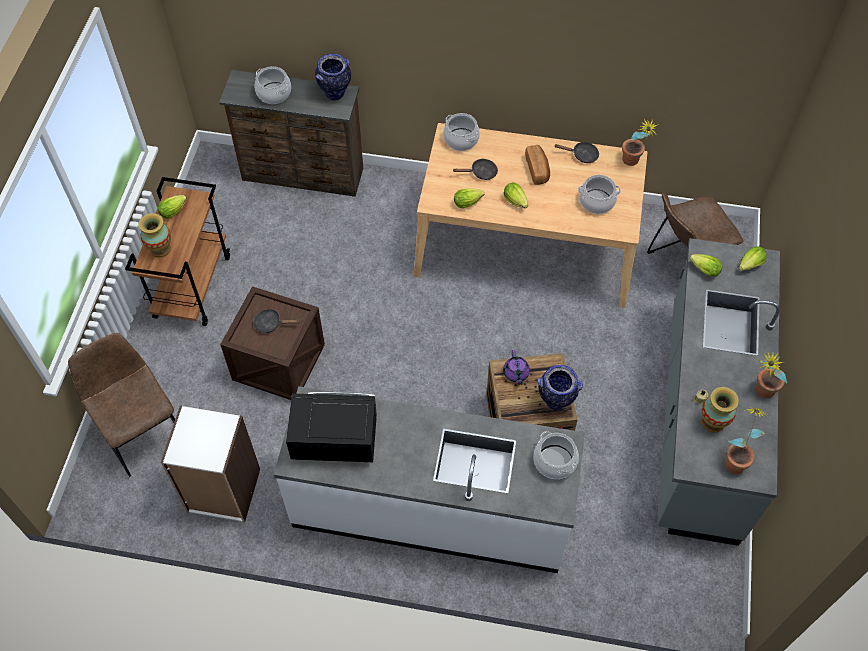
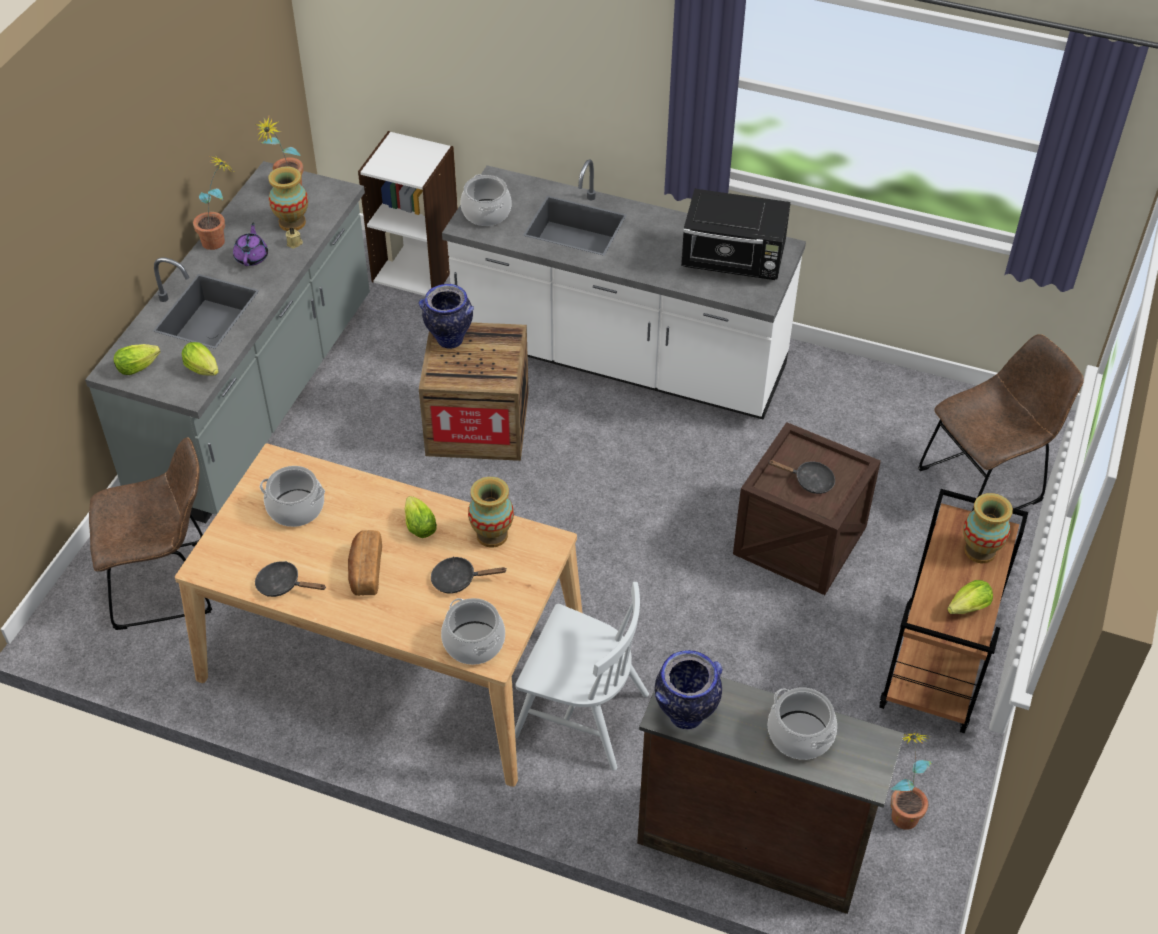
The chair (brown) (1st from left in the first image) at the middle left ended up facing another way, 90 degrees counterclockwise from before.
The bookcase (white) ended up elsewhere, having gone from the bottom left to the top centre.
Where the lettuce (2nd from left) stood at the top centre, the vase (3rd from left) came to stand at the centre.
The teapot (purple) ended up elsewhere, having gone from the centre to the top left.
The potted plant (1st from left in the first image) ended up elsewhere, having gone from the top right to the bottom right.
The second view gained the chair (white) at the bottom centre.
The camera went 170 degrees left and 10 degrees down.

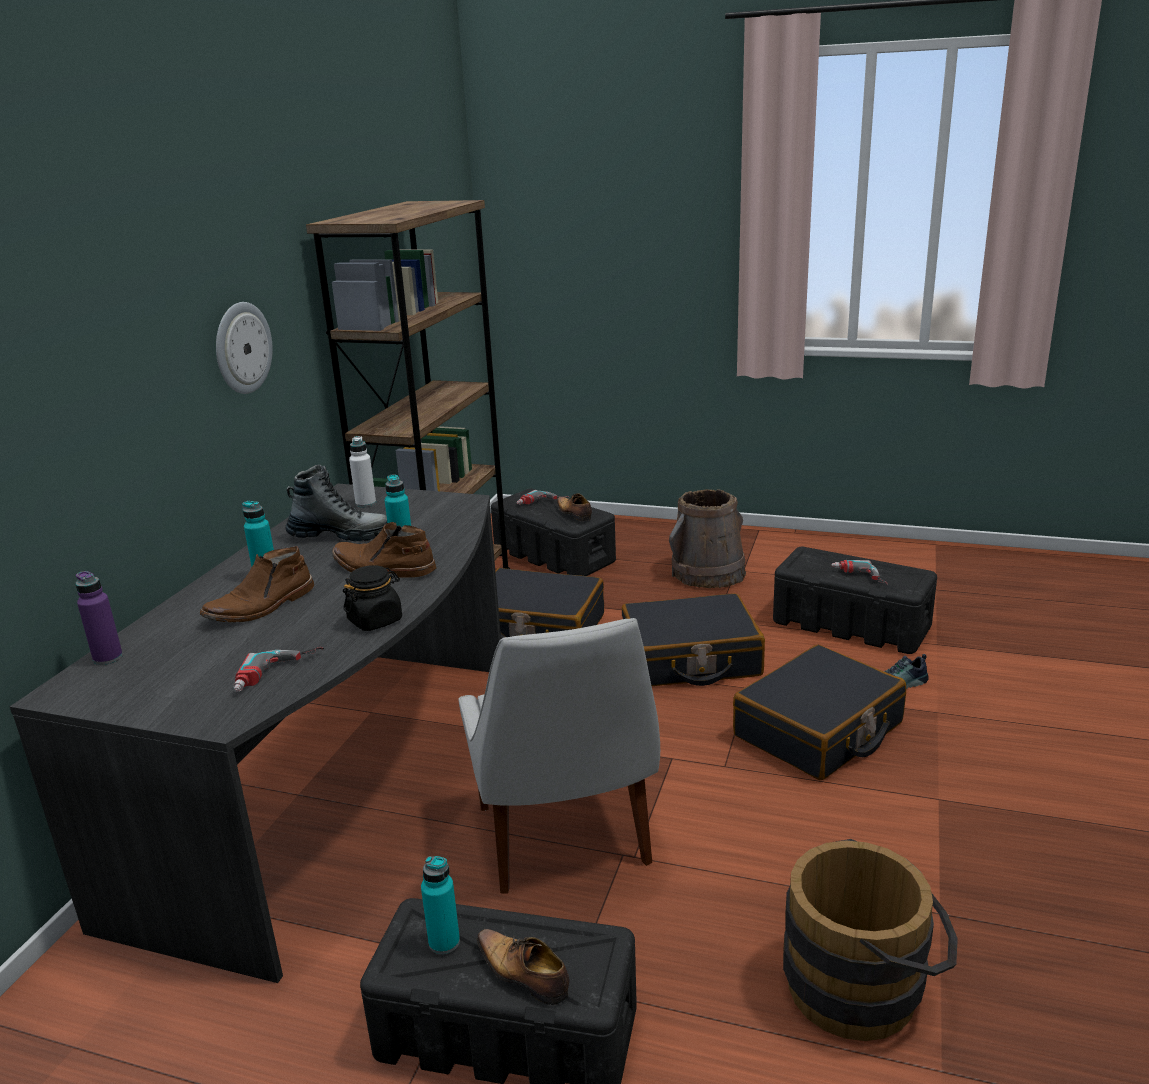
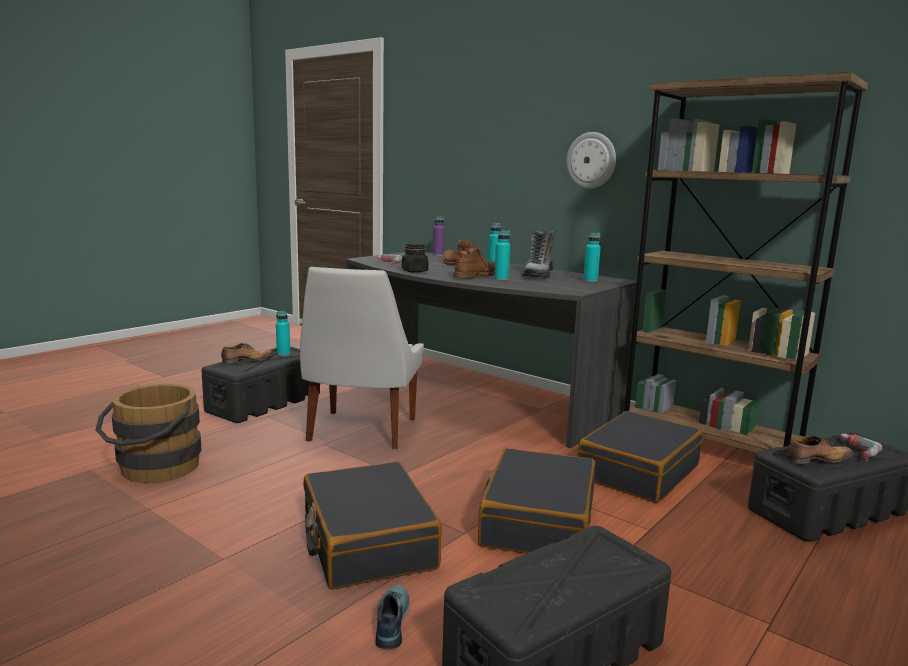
What was the bottle (white) at the middle left turned into the bottle (turquoise) (4th from left) at the centre.
The chair (white) at the bottom centre ended up facing another way, 90 degrees counterclockwise from before.
The second view lost the bucket (brown) (1st from left) at the centre.
The second view lost the power drill (3rd from left) at the middle right.
The camera went 110 degrees right and 10 degrees down.

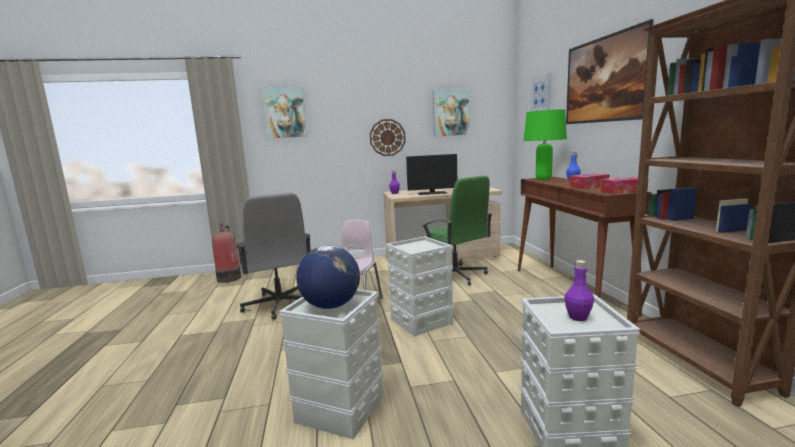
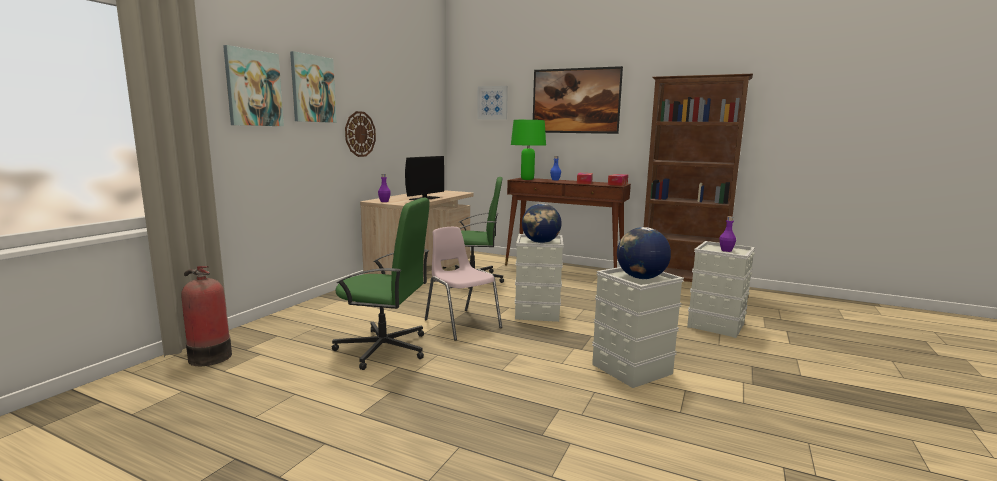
What was the office chair (grey) at the centre turned into the office chair (green) (1st from left) at the centre.
The picture (2nd from left) ended up elsewhere, having gone from the top centre to the top left.
The second view gained the globe (1st from left) at the centre.
The camera went 55 degrees left and 0 degrees up.

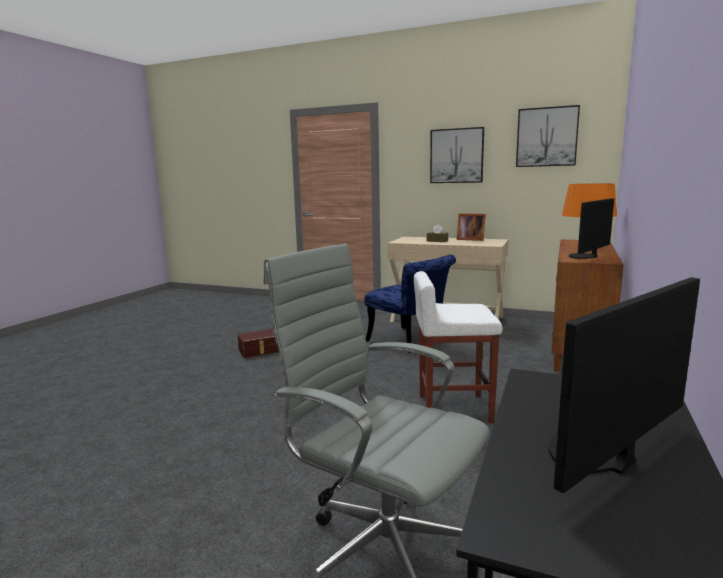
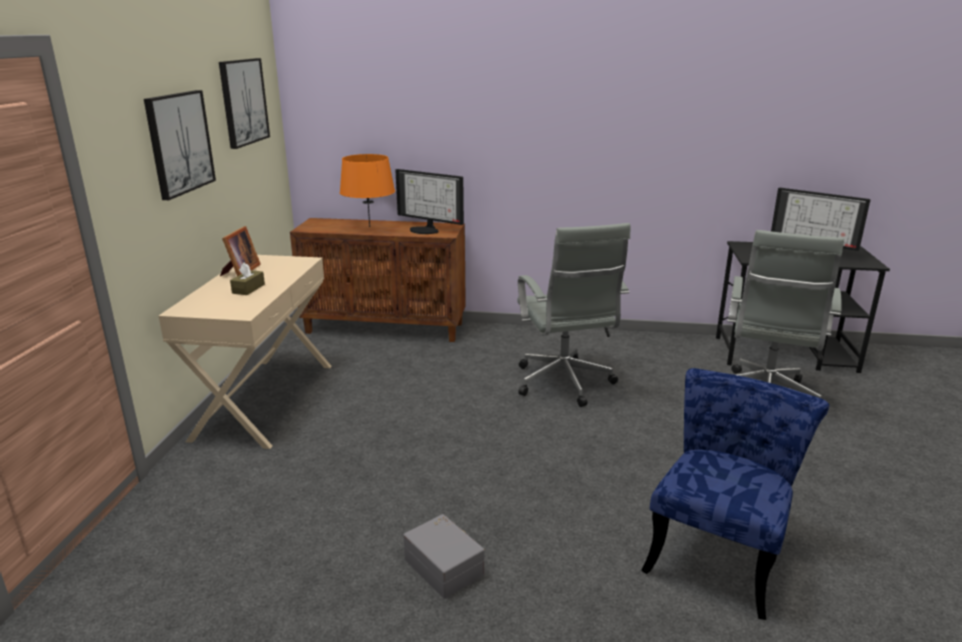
What was the storage box (brown) at the centre turned into the storage box (grey) at the bottom centre.
The chair (blue) ended up elsewhere, having gone from the centre to the bottom right.
Where the stool (white) stood at the centre, the office chair (grey) (1st from left) came to stand at the centre.
The camera went 105 degrees left and 10 degrees up.

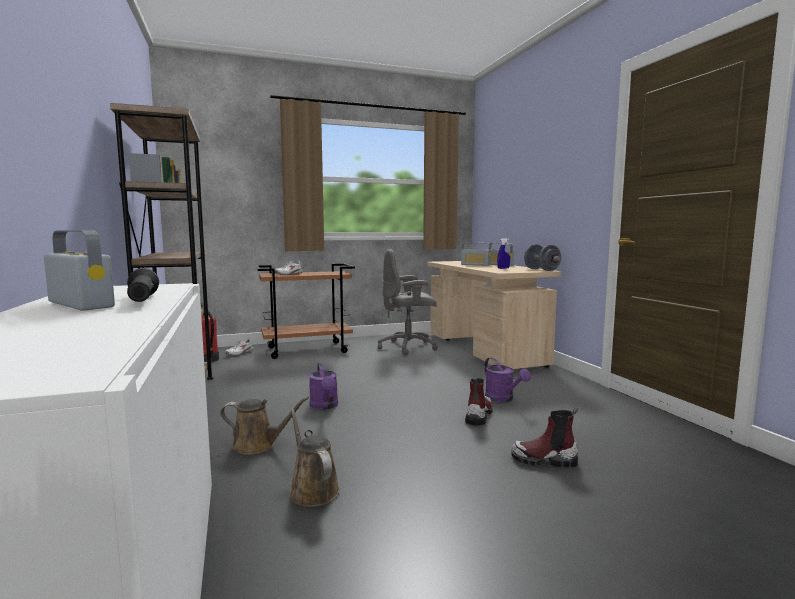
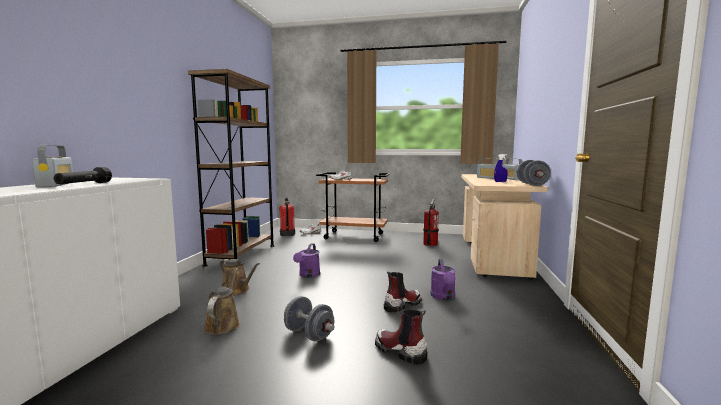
Where the office chair (grey) stood at the centre, the fire extinguisher (2nd from left) came to stand at the centre.
The second view gained the dumbbell (grey) (1st from left) at the bottom centre.
The camera went 30 degrees right and 0 degrees up.

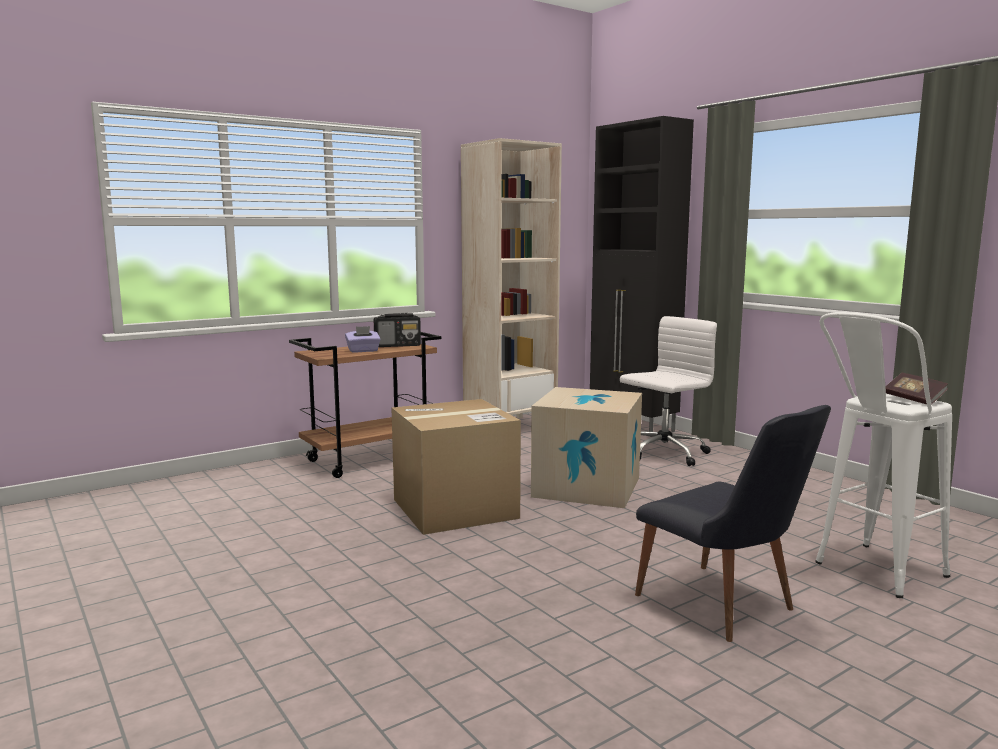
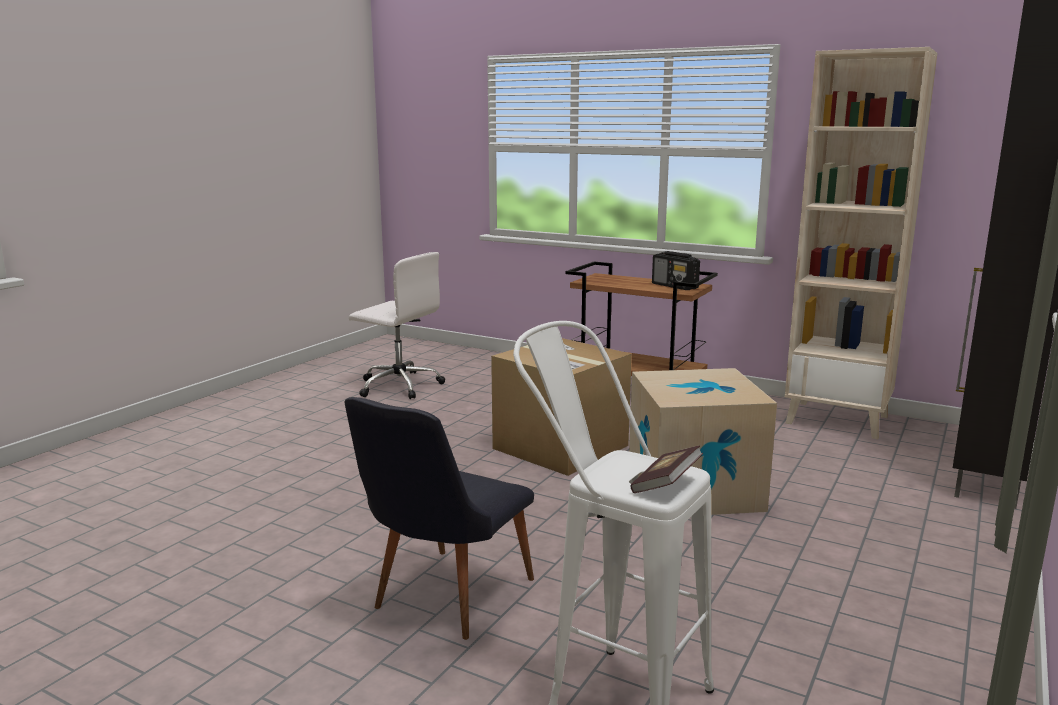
The second view lost the tissue box (purple) at the centre.
The office chair (white) ended up elsewhere, having gone from the middle right to the centre.
The camera went 65 degrees right and 5 degrees up.

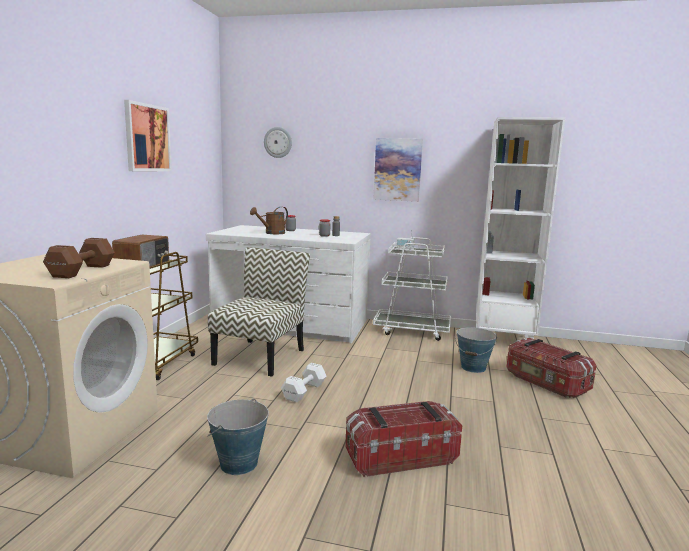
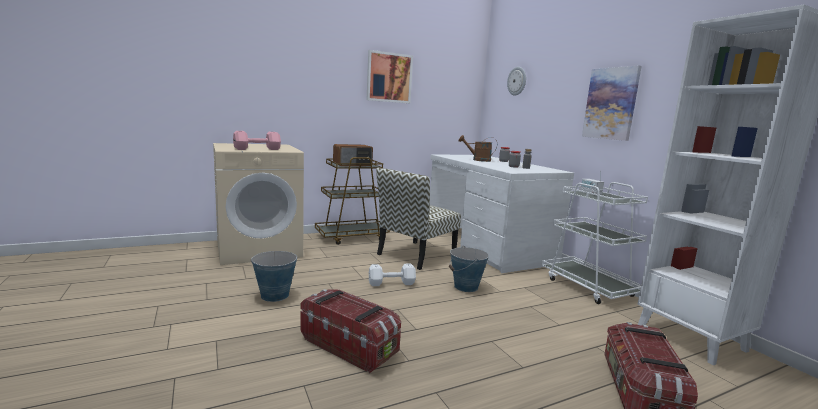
What was the dumbbell (brown) at the middle left turned into the dumbbell (pink) at the middle left.
The chair at the centre ended up facing another way, 150 degrees clockwise from before.
The bucket (2nd from left) ended up elsewhere, having gone from the middle right to the centre.
The camera went 50 degrees right and 0 degrees up.

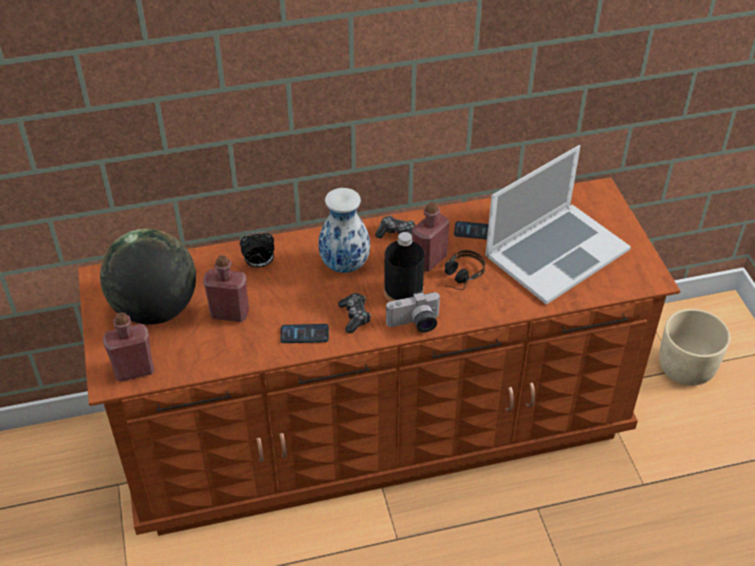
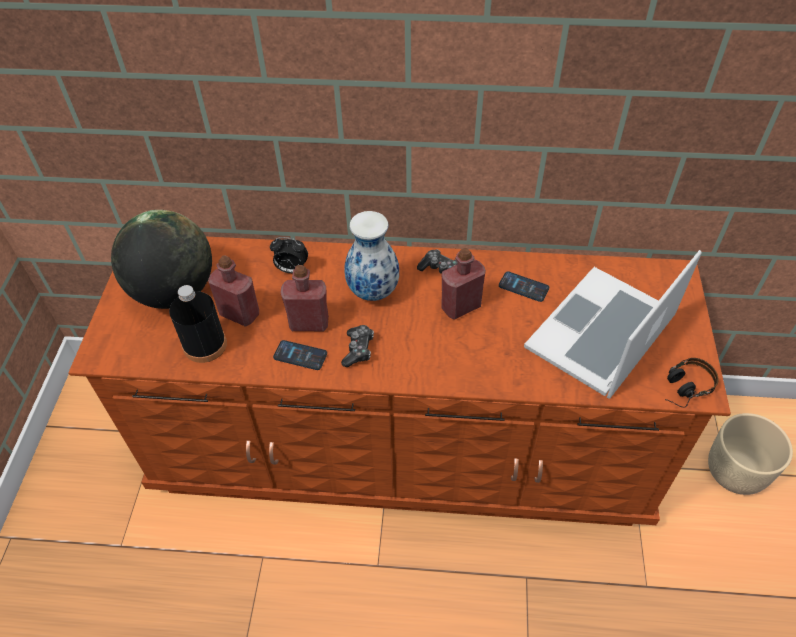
The bottle (red) (1st from left in the first image) ended up elsewhere, having gone from the middle left to the centre.
The bottle (black) ended up elsewhere, having gone from the centre to the middle left.
The second view lost the photo camera at the centre.
The headphones ended up elsewhere, having gone from the centre to the middle right.
The laptop at the middle right ended up facing another way, 150 degrees clockwise from before.
The camera went 20 degrees right and 5 degrees up.

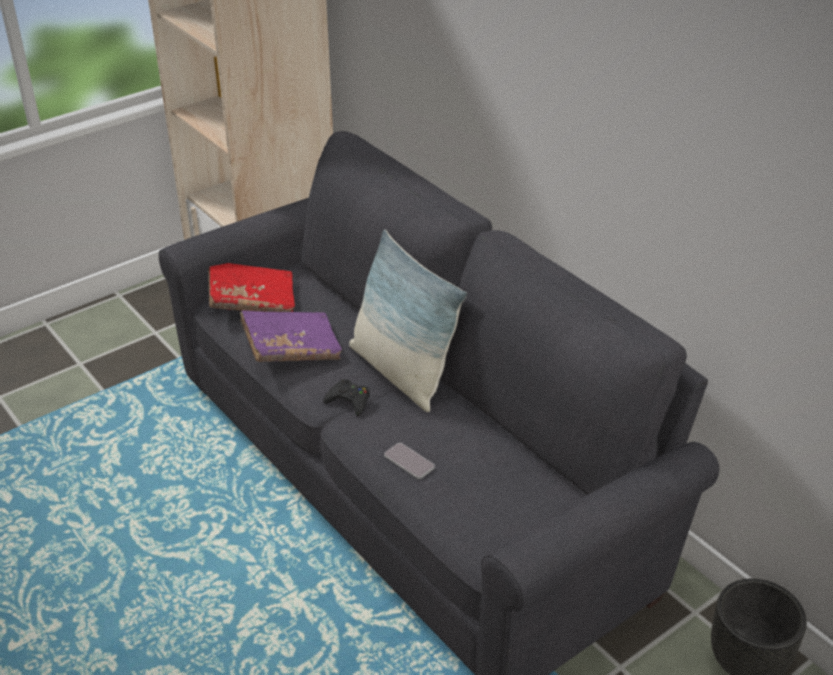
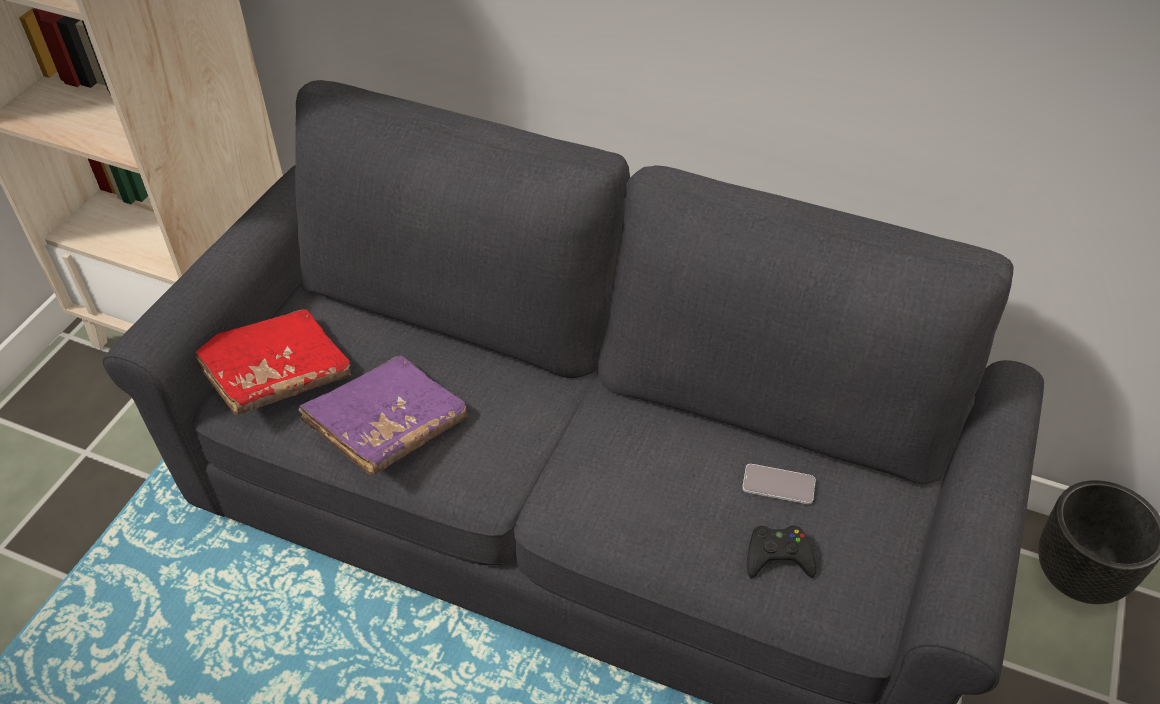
The game controller (black) ended up elsewhere, having gone from the centre to the bottom right.
The second view lost the pillow at the centre.
The phone ended up elsewhere, having gone from the bottom centre to the bottom right.
The camera went 30 degrees left and 10 degrees up.

